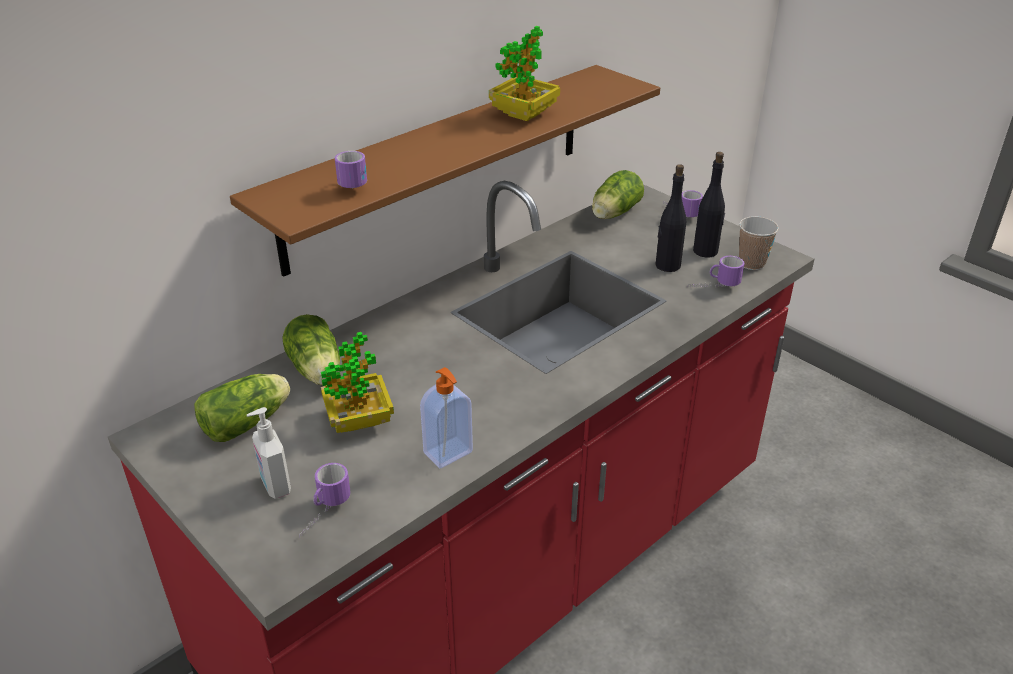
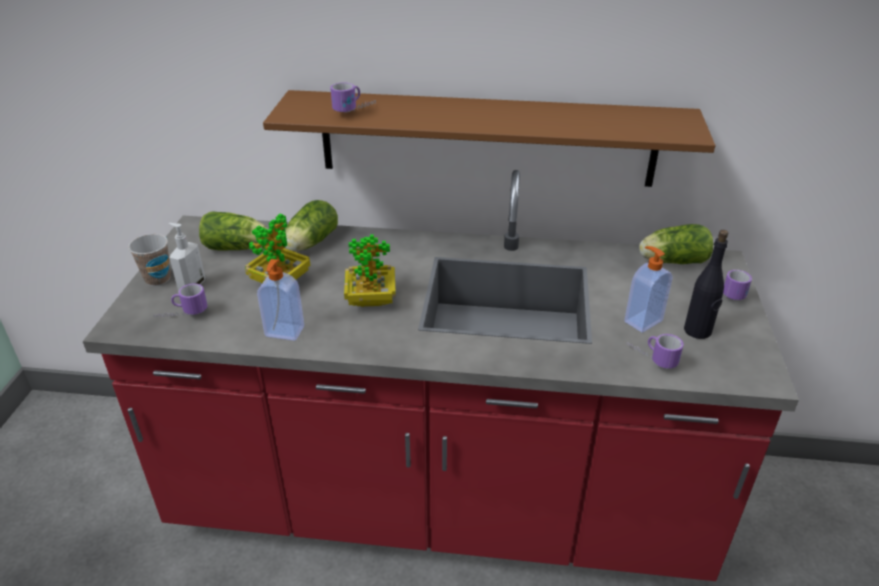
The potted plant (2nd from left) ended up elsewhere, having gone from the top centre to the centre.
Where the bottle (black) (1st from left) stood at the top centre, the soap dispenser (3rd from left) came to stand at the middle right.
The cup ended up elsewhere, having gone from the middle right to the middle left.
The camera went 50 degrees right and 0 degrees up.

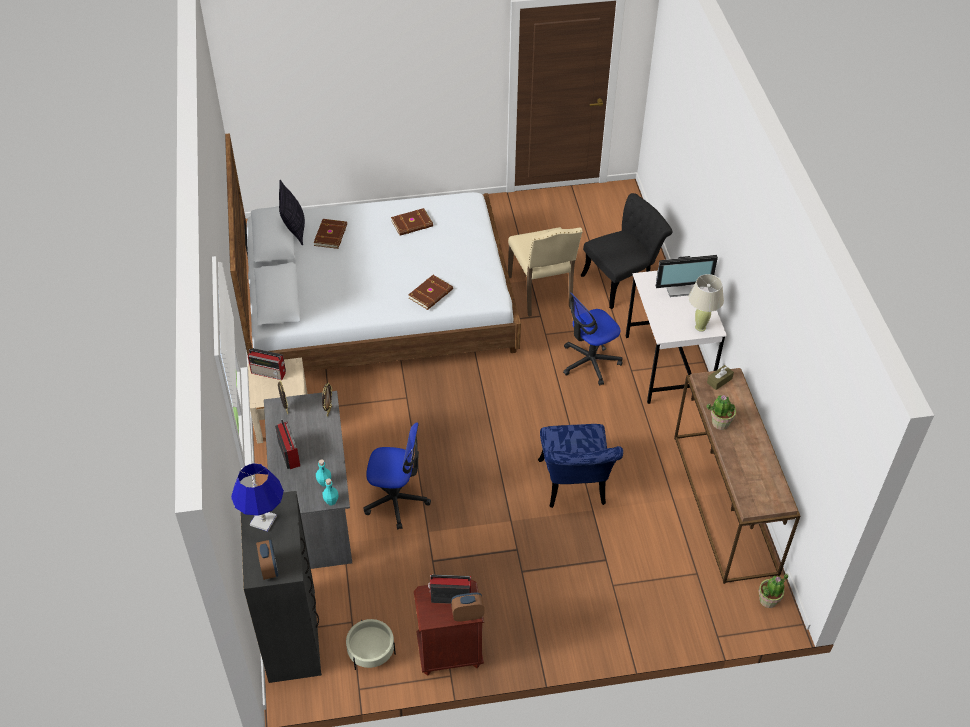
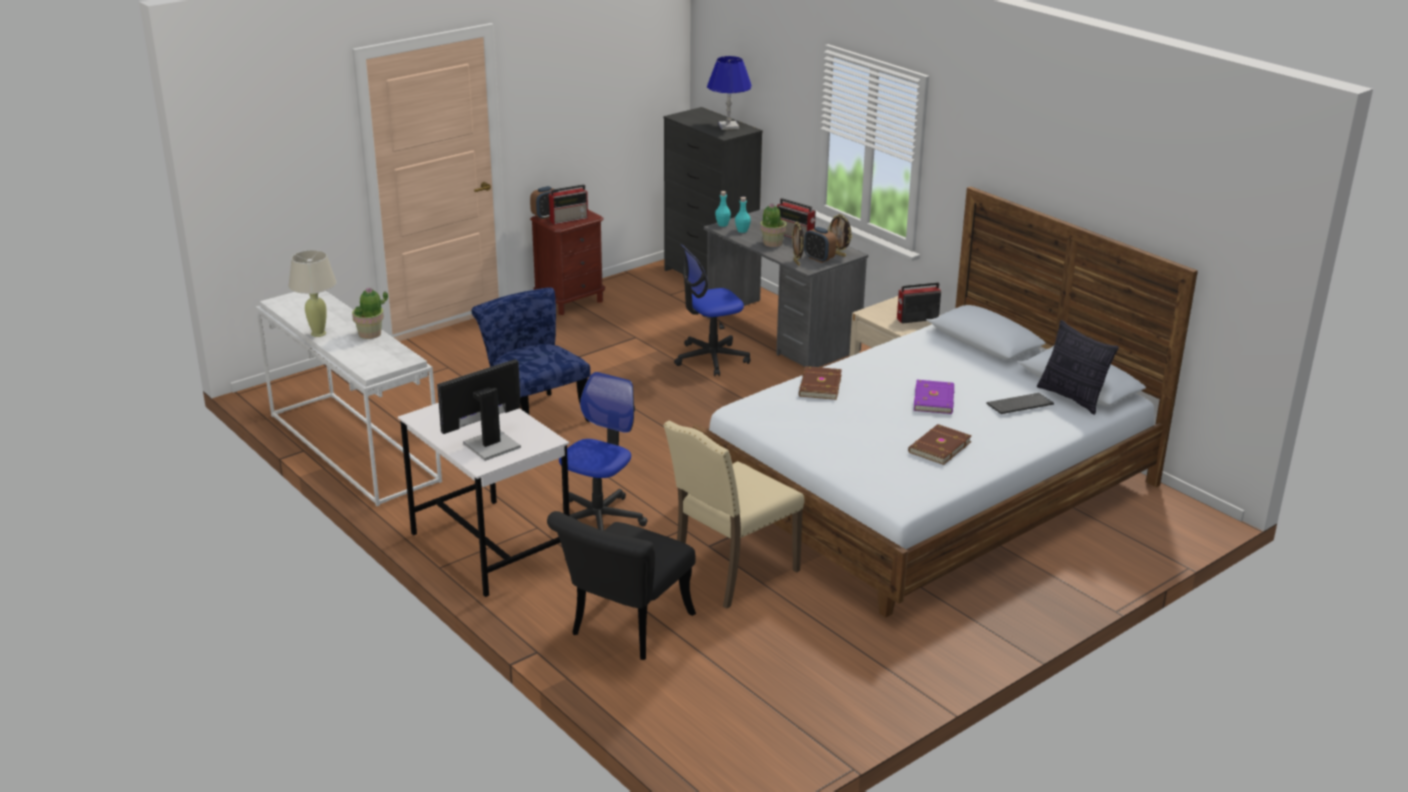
The alarm clock (1st from left in the first image) ended up elsewhere, having gone from the bottom left to the top centre.
Where the book (brown) (1st from left) stood at the top centre, the keyboard came to stand at the middle right.
The second view lost the planter (beige) at the bottom centre.
The chair (beige) at the centre ended up facing another way, 90 degrees counterclockwise from before.
What was the console table (brown) at the middle right turned into the console table (white) at the middle left.
The table lamp (beige) ended up elsewhere, having gone from the middle right to the middle left.
The second view lost the tissue box (brown) at the middle right.
The potted plant (2nd from left) ended up elsewhere, having gone from the bottom right to the top centre.
The second view gained the book (purple) at the centre.
The camera went 150 degrees right and 20 degrees down.

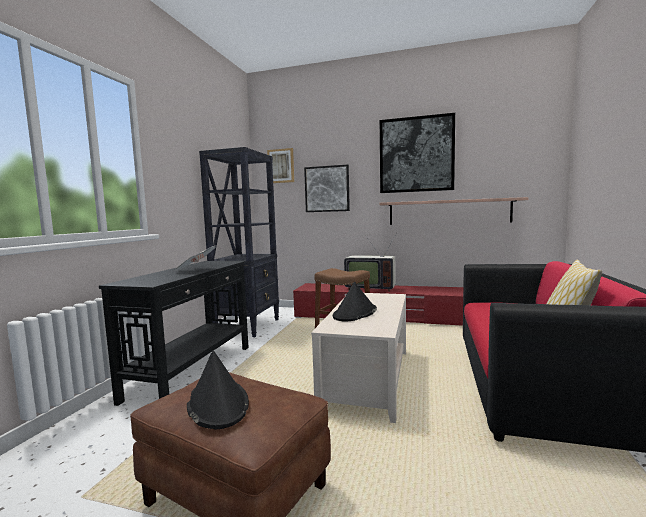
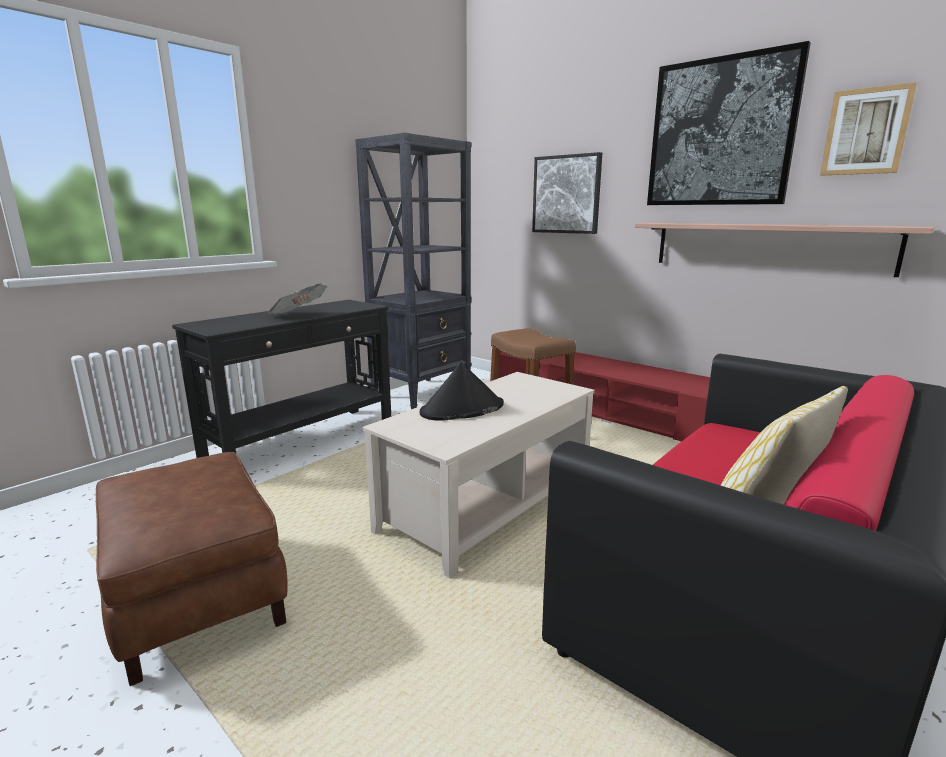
The second view lost the hat (black) (1st from left) at the bottom centre.
The picture (1st from left in the first image) ended up elsewhere, having gone from the top centre to the top right.
The second view lost the television at the centre.
The camera went 25 degrees right and 10 degrees up.

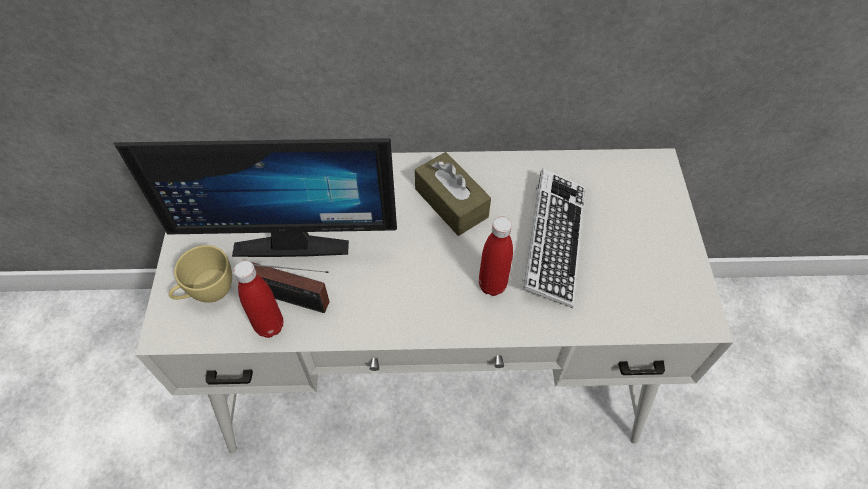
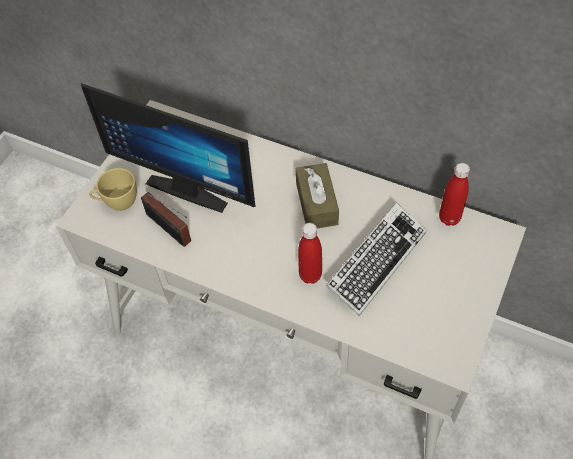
The bottle (red) (1st from left in the first image) ended up elsewhere, having gone from the middle left to the middle right.
The camera went 30 degrees right and 0 degrees up.

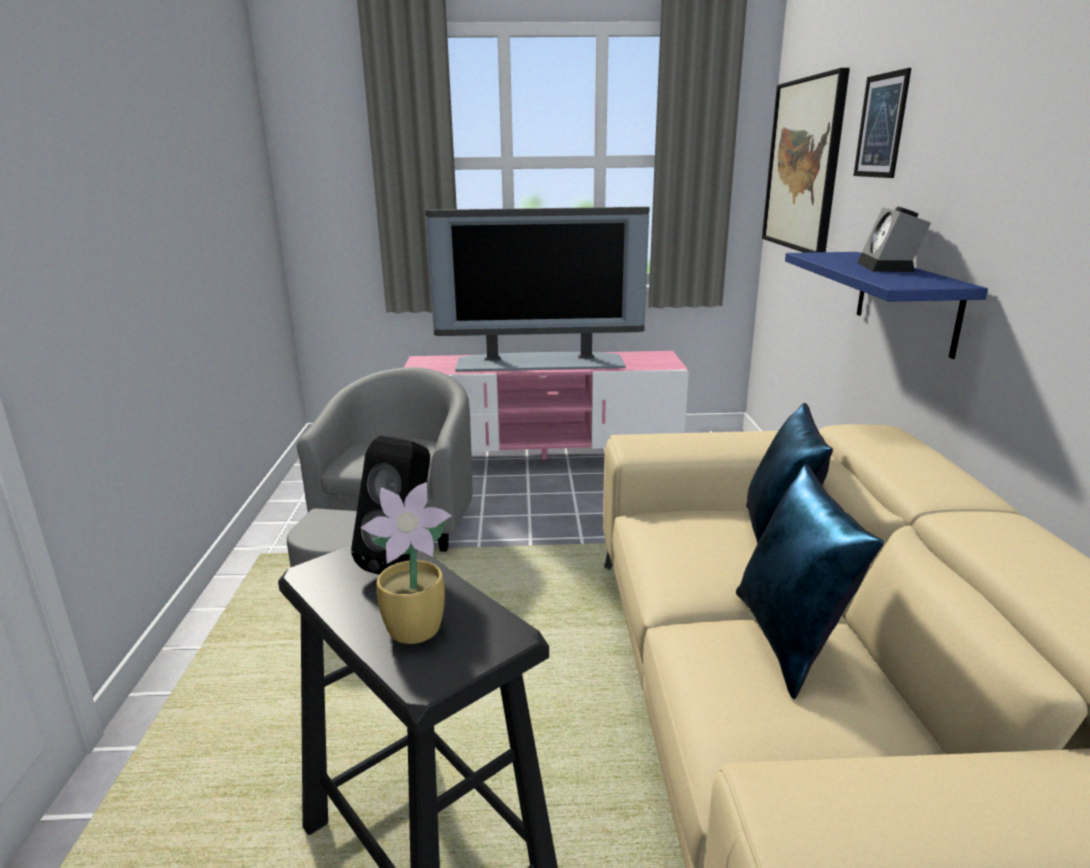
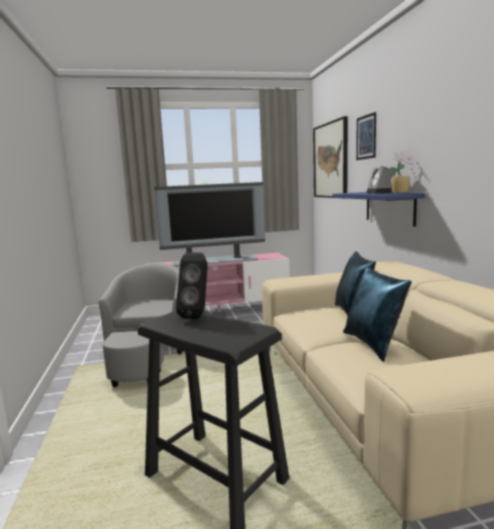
The potted plant ended up elsewhere, having gone from the centre to the top right.
The camera went 10 degrees left and 10 degrees down.

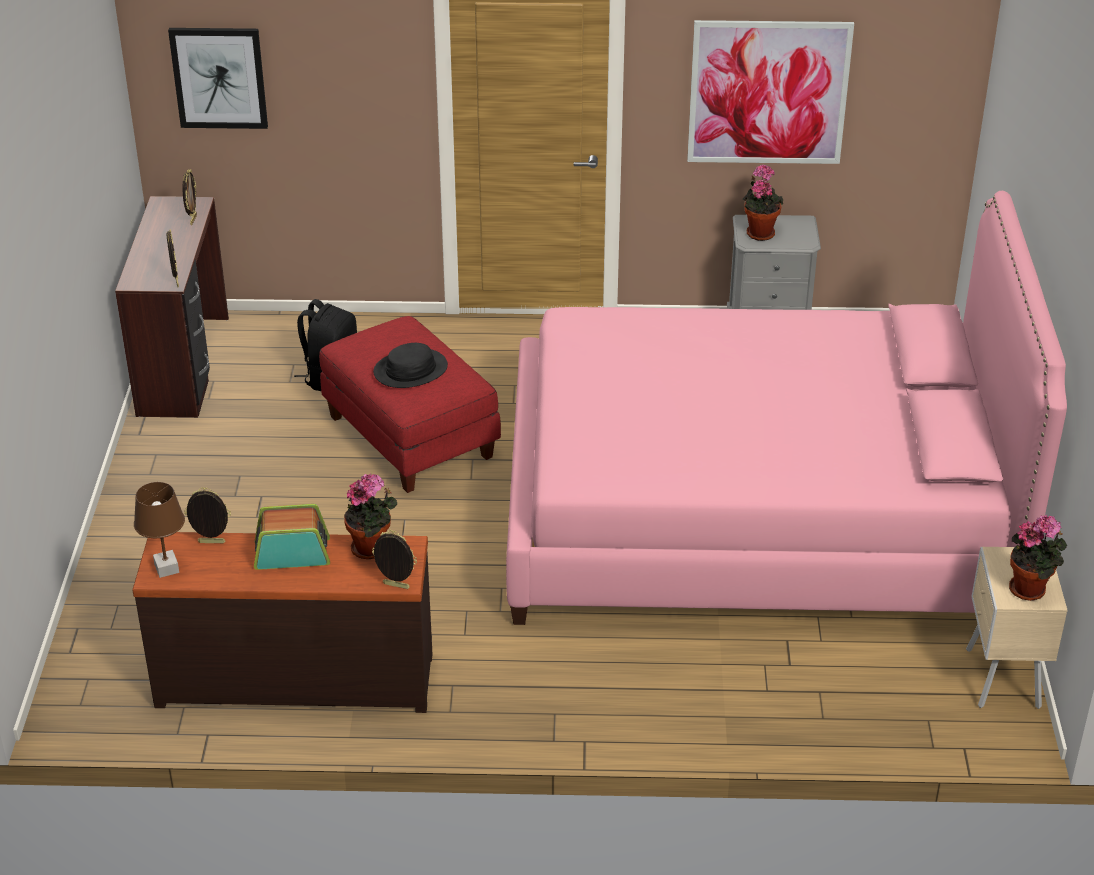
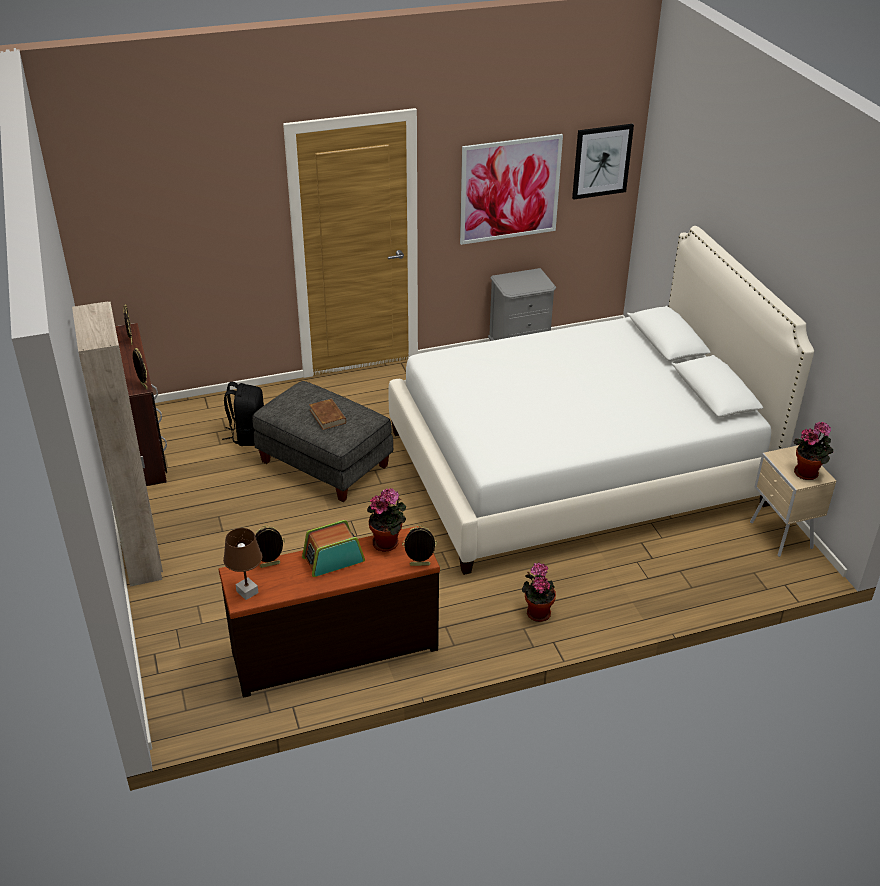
The picture (1st from left in the first image) ended up elsewhere, having gone from the top left to the top right.
What was the ottoman (red) at the centre turned into the ottoman (grey) at the centre.
Where the hat (black) stood at the centre, the book (brown) came to stand at the centre.
What was the bed (pink) at the middle right turned into the bed (white) at the middle right.
The potted plant (2nd from left) ended up elsewhere, having gone from the top right to the bottom centre.
The second view gained the wardrobe (beige) at the middle left.
The camera went 20 degrees left and 0 degrees up.

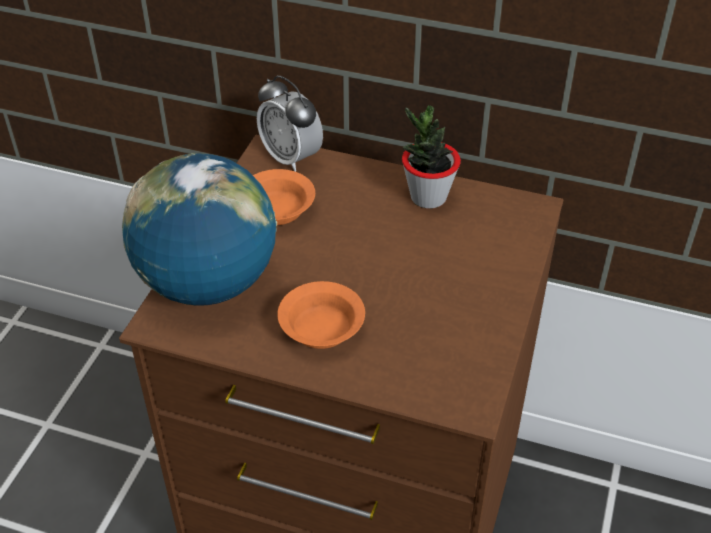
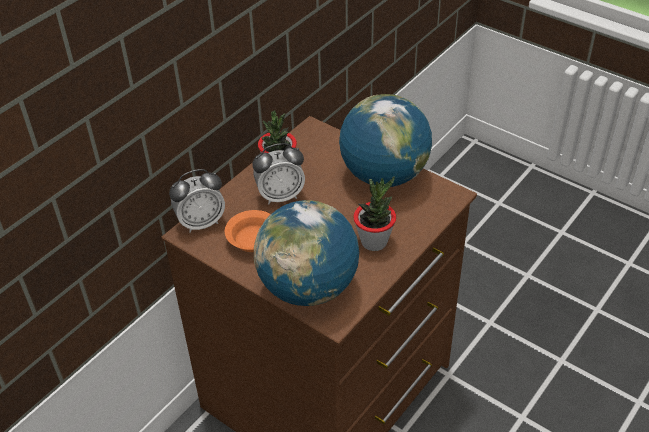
Where the bowl (orange) (2nd from left) stood at the centre, the potted plant (2nd from left) came to stand at the centre.
The second view gained the alarm clock (2nd from left) at the centre.
The second view gained the globe (2nd from left) at the top centre.
The camera went 70 degrees left and 0 degrees up.

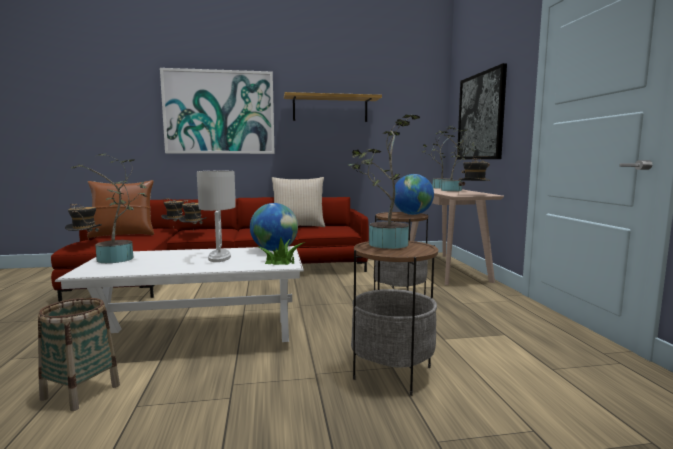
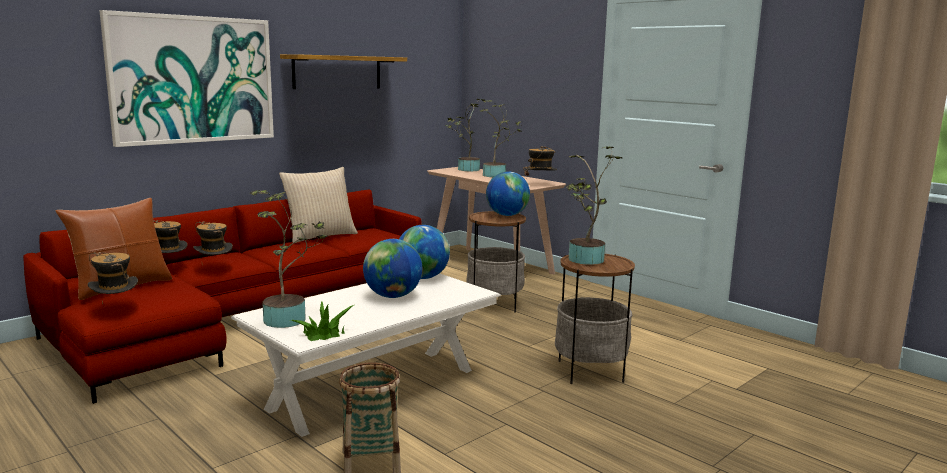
Where the table lamp (white) stood at the middle left, the globe (1st from left) came to stand at the centre.
The potted plant (2nd from left) ended up elsewhere, having gone from the centre to the bottom centre.
The second view lost the picture (2nd from left) at the top right.
The camera went 35 degrees left and 5 degrees up.

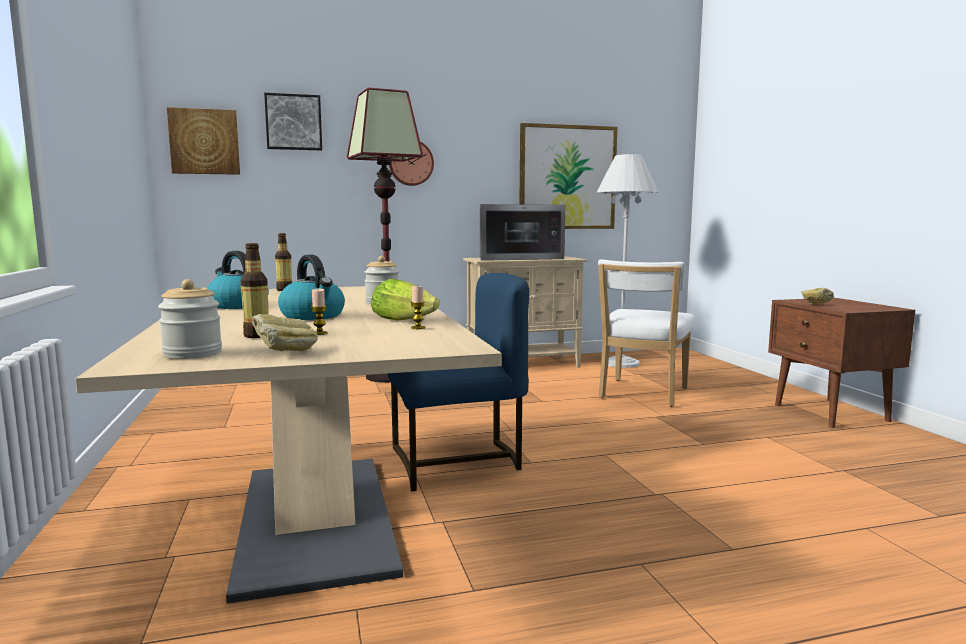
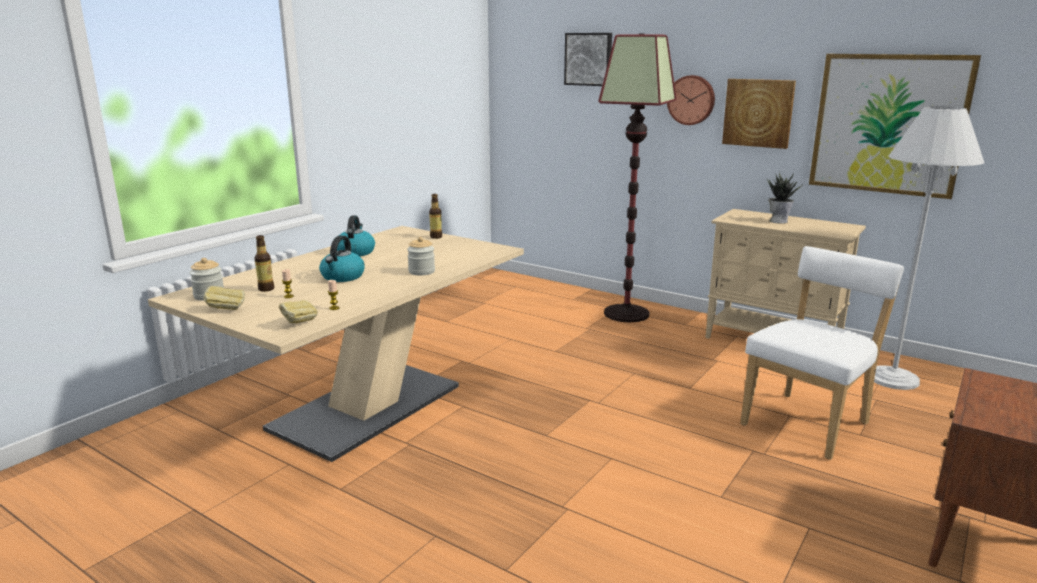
The picture (1st from left in the first image) ended up elsewhere, having gone from the top left to the top right.
The second view lost the lettuce at the centre.
The second view lost the chair (blue) at the centre.
Where the microwave stood at the centre, the potted plant came to stand at the middle right.
The chair (white) at the middle right ended up facing another way, 150 degrees clockwise from before.
The bread (2nd from left) ended up elsewhere, having gone from the middle right to the middle left.
The camera went 50 degrees right and 10 degrees up.

